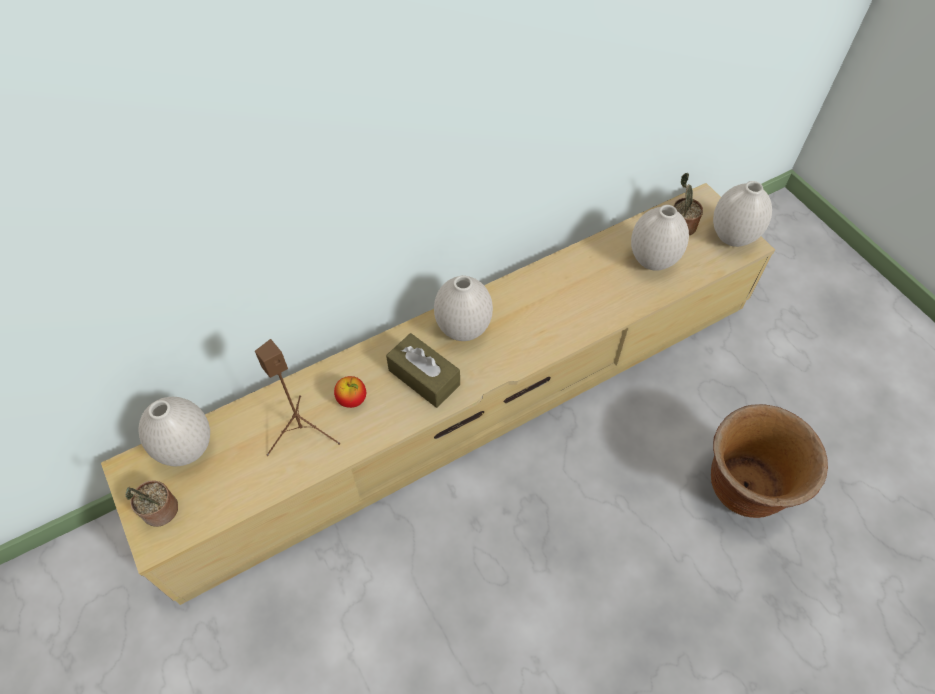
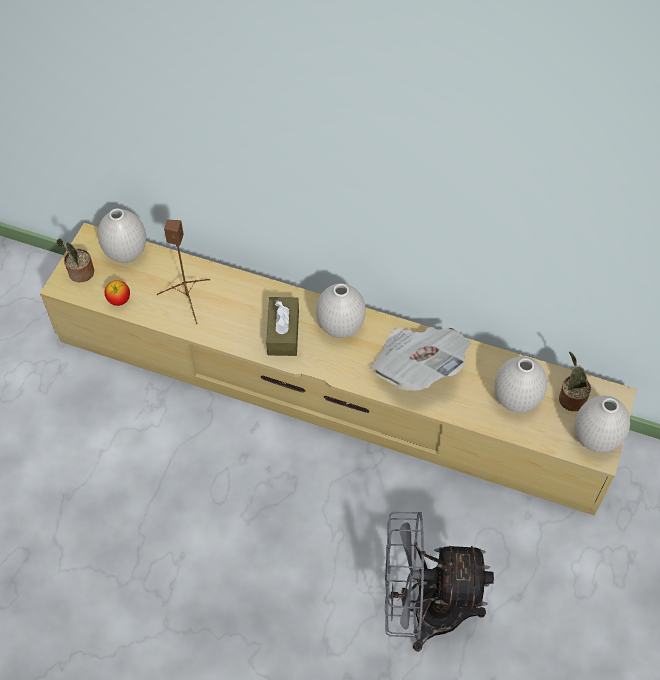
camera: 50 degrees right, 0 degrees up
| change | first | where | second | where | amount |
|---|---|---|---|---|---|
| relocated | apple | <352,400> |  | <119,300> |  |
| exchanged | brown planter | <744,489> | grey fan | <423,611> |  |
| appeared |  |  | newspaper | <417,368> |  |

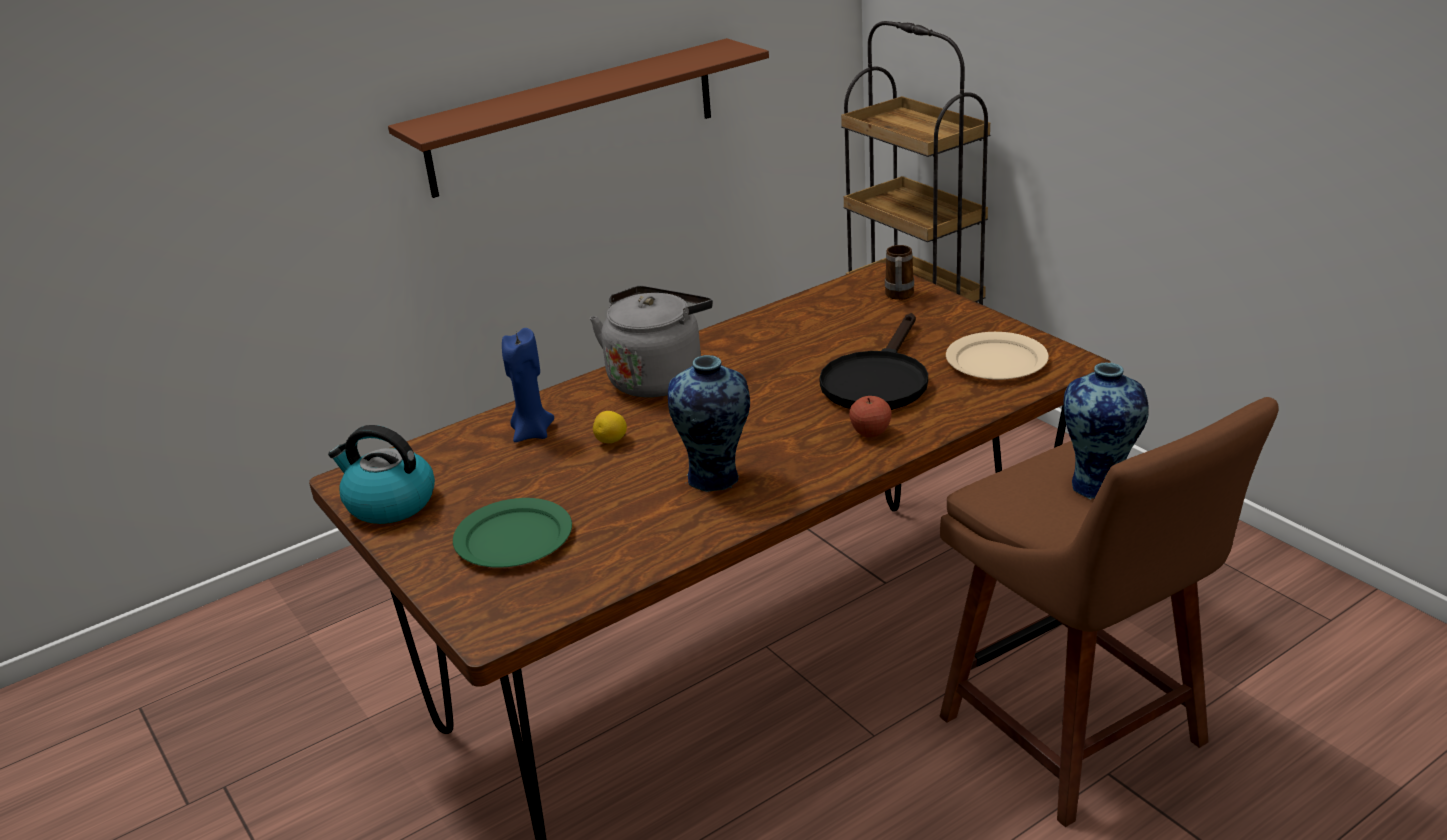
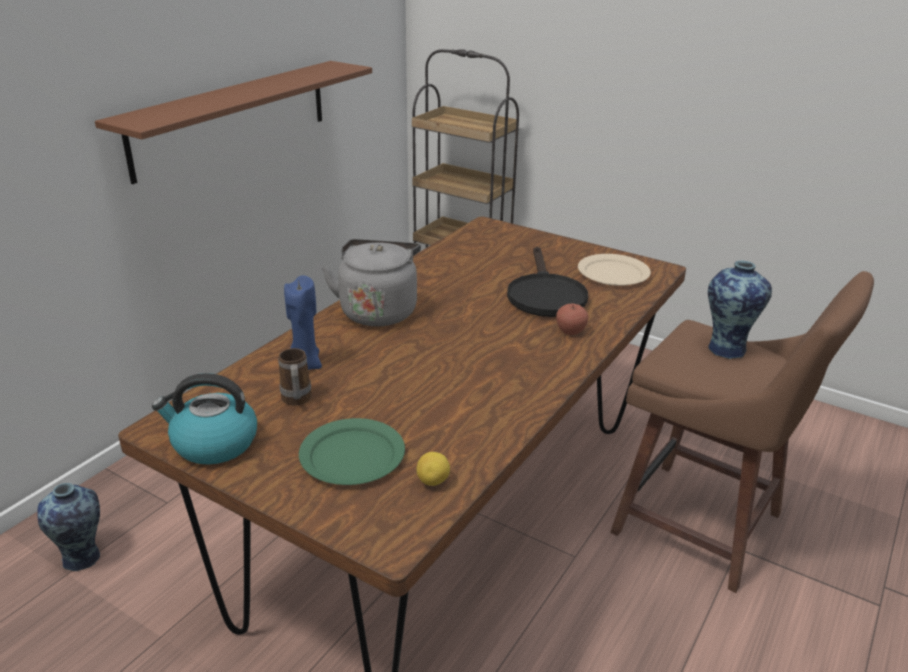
camera: 25 degrees left, 0 degrees up
| change | first | where | second | where | amount |
|---|---|---|---|---|---|
| relocated | mug | <899,296> |  | <296,401> |  |
| relocated | vase | <715,478> |  | <83,558> |  |
| relocated | lemon | <611,441> |  | <433,481> |  |

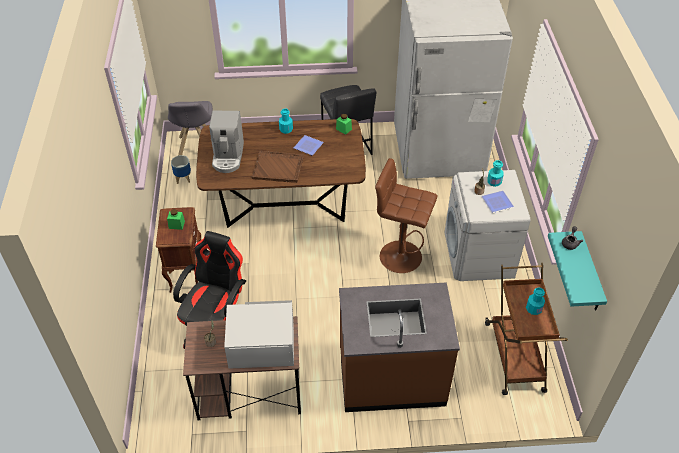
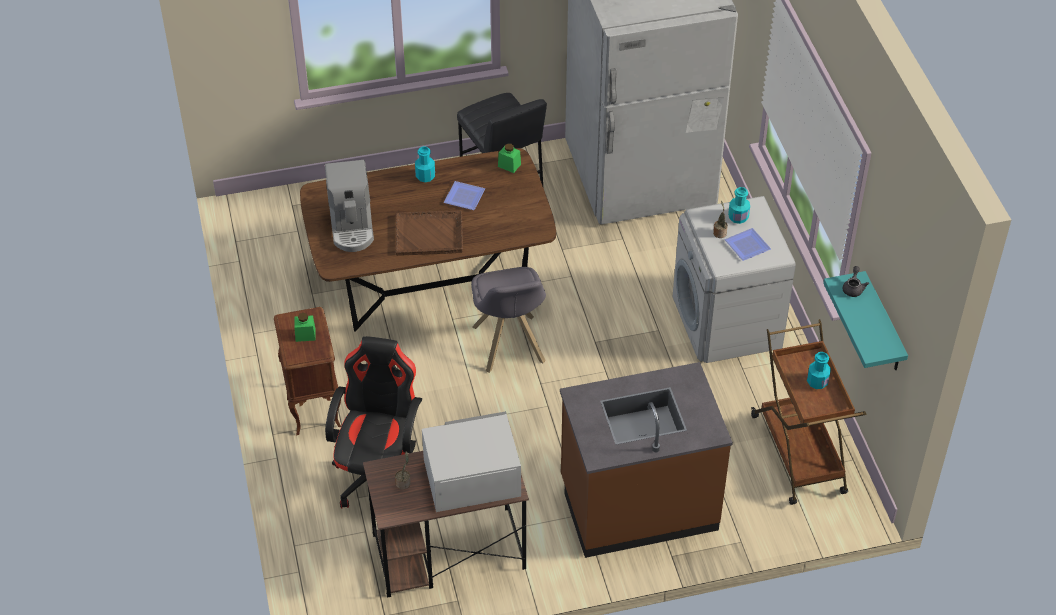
camera: 10 degrees left, 0 degrees up
| change | first | where | second | where | amount |
|---|---|---|---|---|---|
| relocated | grey chair | <196,149> |  | <509,344> |  |
| missing | planter | <183,179> |  |  |  |
| missing | brown stool | <400,256> |  |  |  |

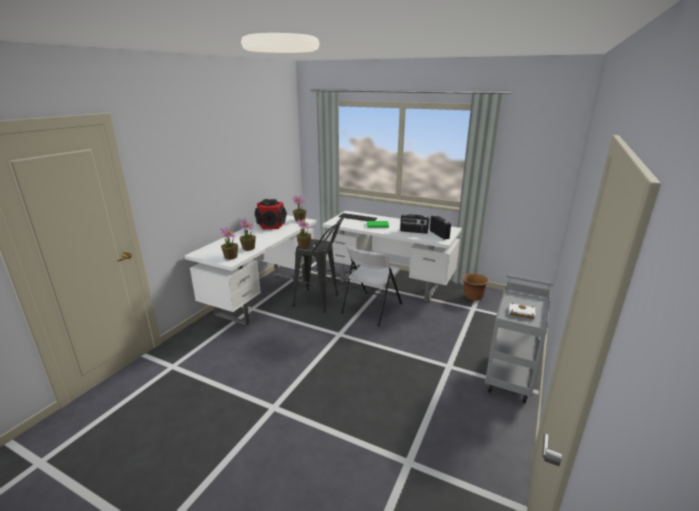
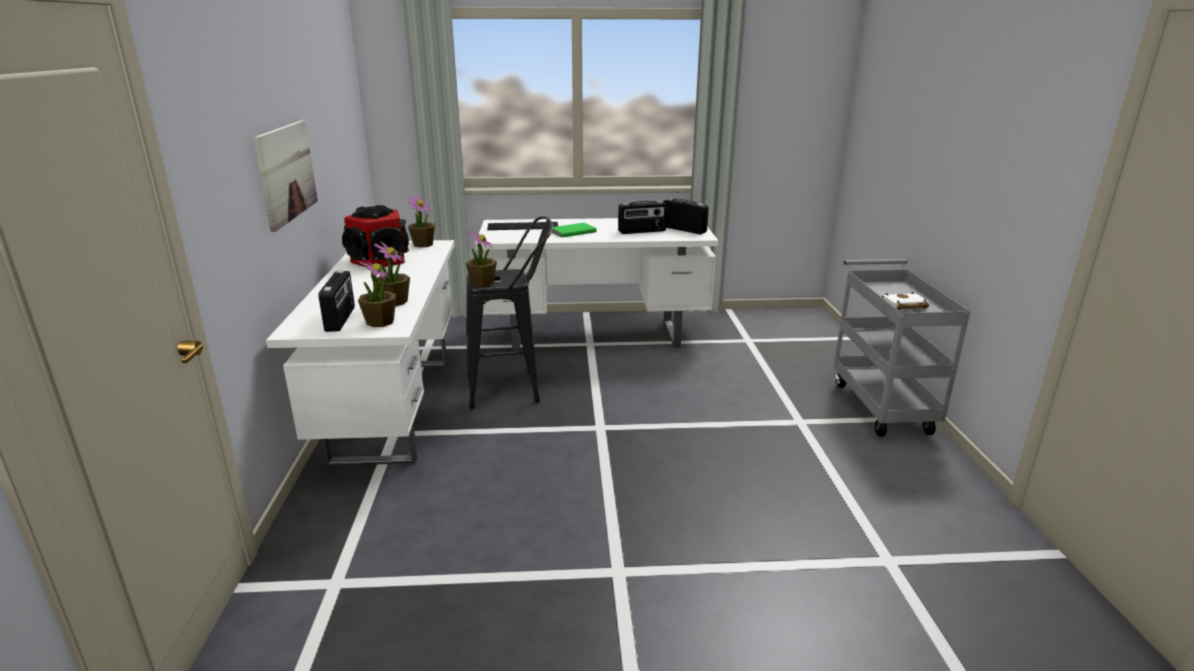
camera: 30 degrees left, 0 degrees up
| change | first | where | second | where | amount |
|---|---|---|---|---|---|
| missing | white chair | <371,308> |  |  |  |
| missing | brown planter | <473,297> |  |  |  |
| appeared |  |  | picture | <286,172> |  |
| appeared |  |  | radio | <341,319> |  |

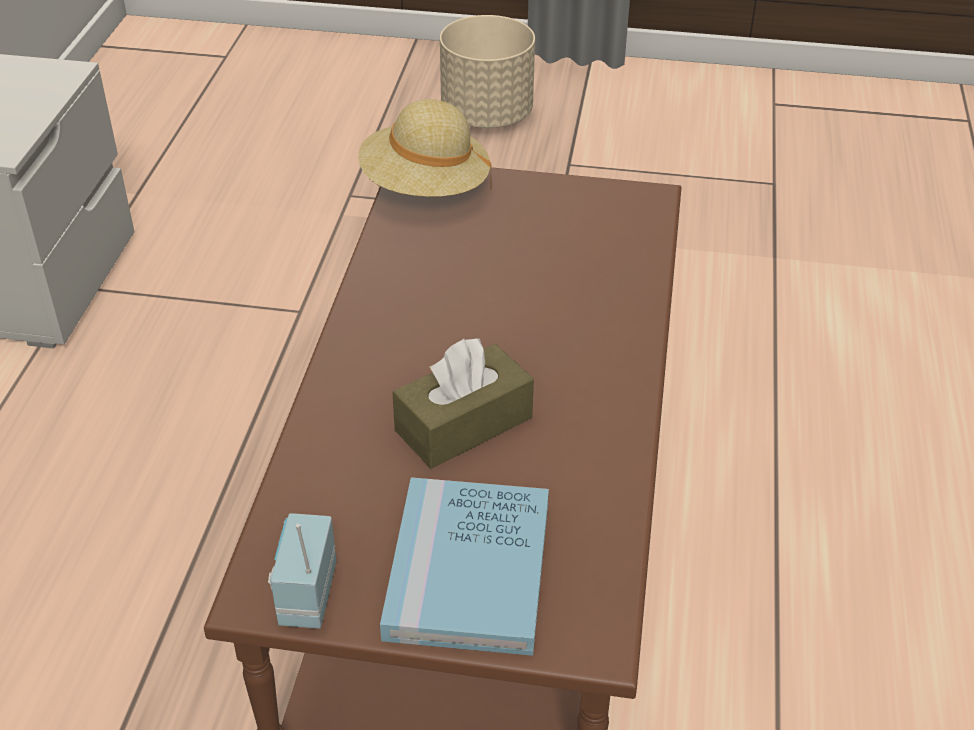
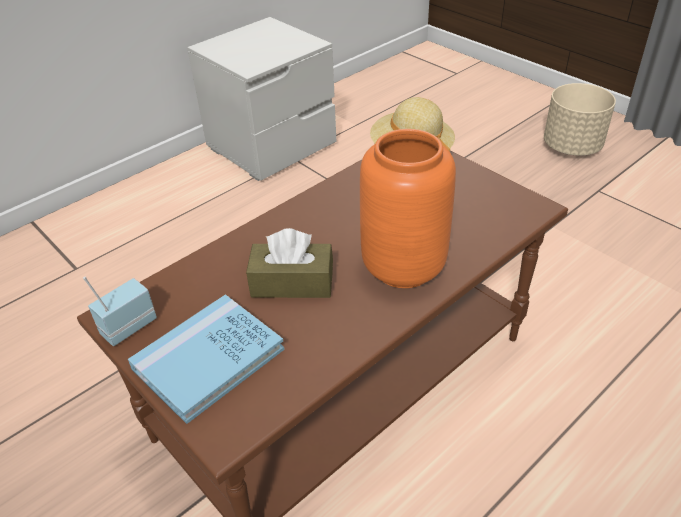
camera: 40 degrees right, 0 degrees up
| change | first | where | second | where | amount |
|---|---|---|---|---|---|
| appeared |  |  | orange vase | <403,266> |  |

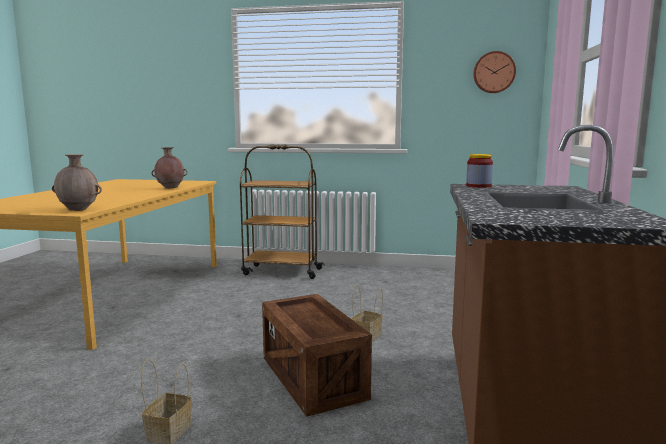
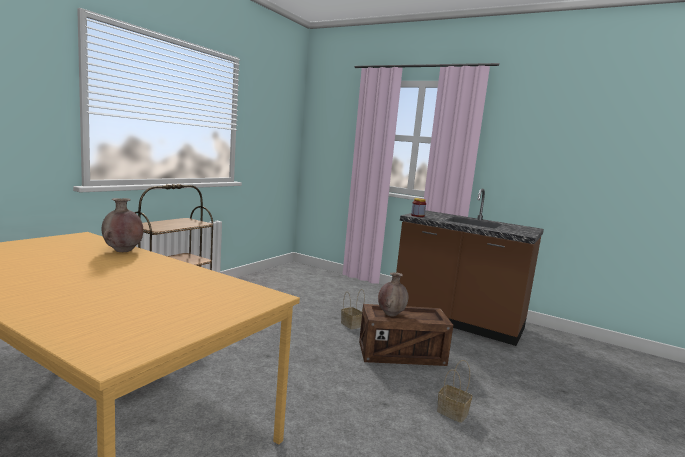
camera: 70 degrees left, 0 degrees up
| change | first | where | second | where | amount |
|---|---|---|---|---|---|
| missing | wall clock | <494,72> |  |  |  |
| relocated | brown vase | <79,210> |  | <391,314> |  |

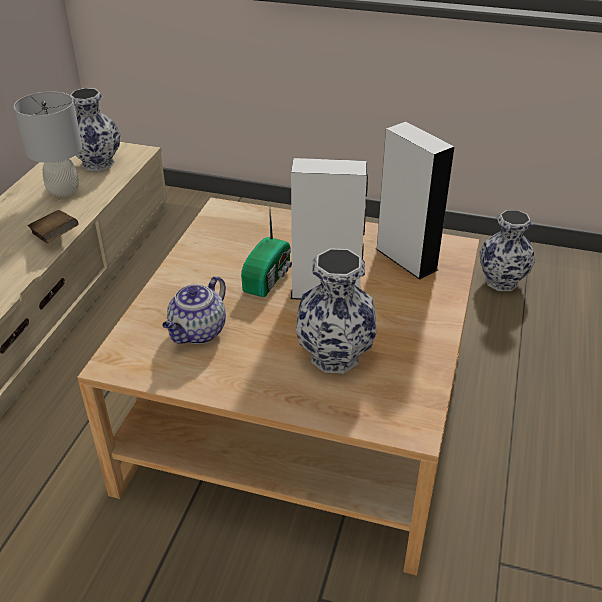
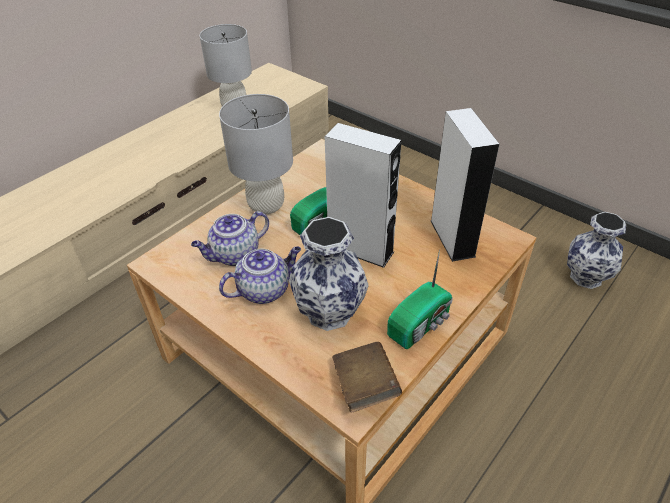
camera: 25 degrees right, 5 degrees up
| change | first | where | second | where | amount |
|---|---|---|---|---|---|
| missing | vase | <97,164> |  |  |  |
| relocated | brown book | <55,237> |  | <364,386> |  |
| appeared |  |  | grey table lamp | <268,207> |  |
| appeared |  |  | teapot | <265,290> |  |
| appeared |  |  | radio | <421,324> |  |

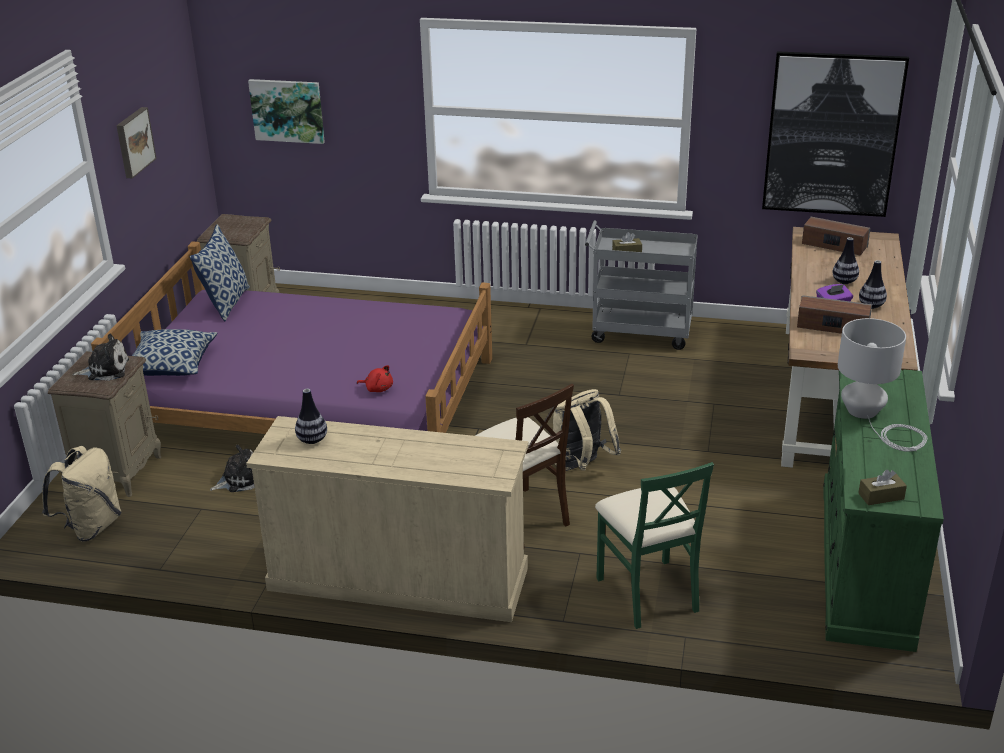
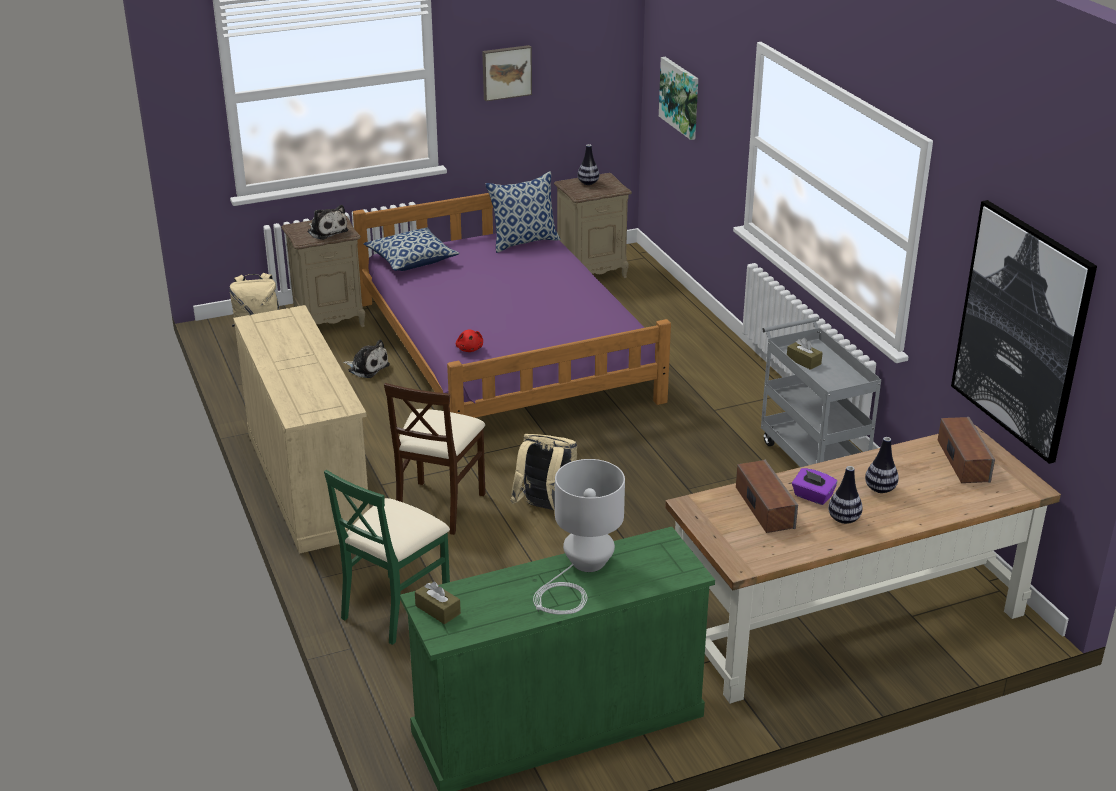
camera: 55 degrees right, 0 degrees up
| change | first | where | second | where | amount |
|---|---|---|---|---|---|
| relocated | vase | <312,440> |  | <588,183> |  |

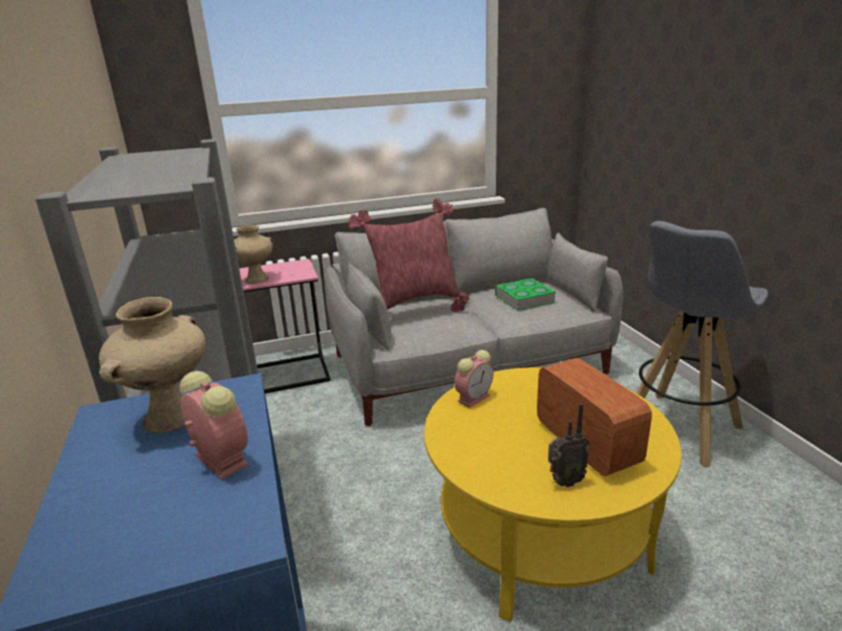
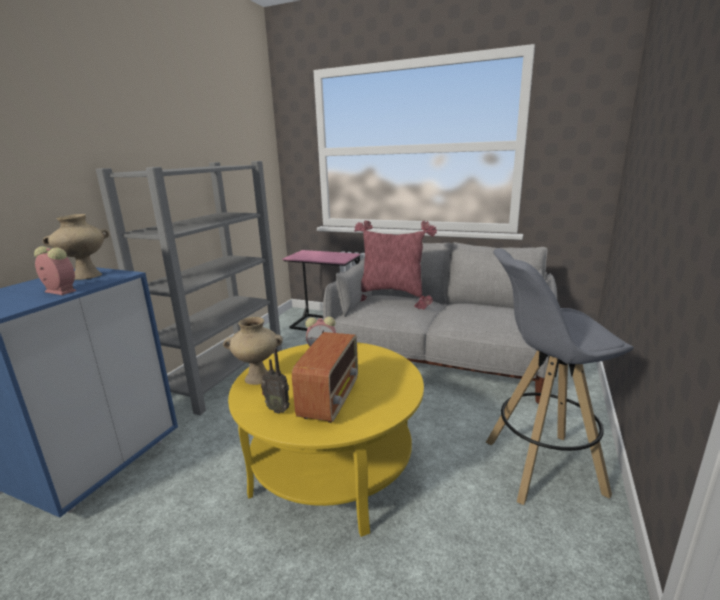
camera: 40 degrees right, 5 degrees down
| change | first | where | second | where | amount |
|---|---|---|---|---|---|
| relocated | beige vase | <257,279> |  | <259,377> |  |
| missing | book | <524,299> |  |  |  |
| spun | alarm clock | <219,459> |  | <59,291> | 60 degrees counterclockwise |

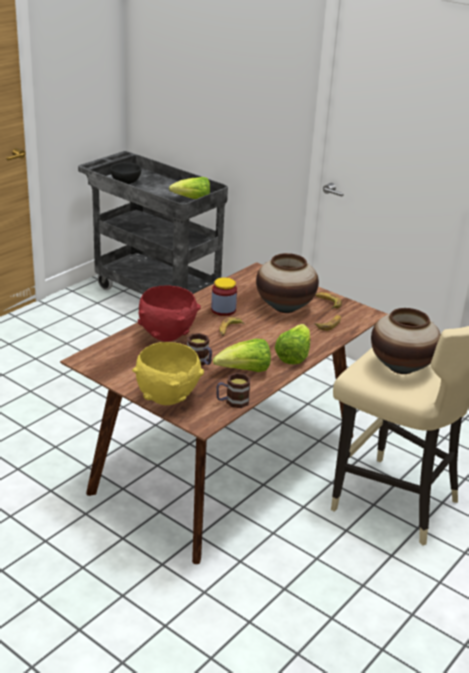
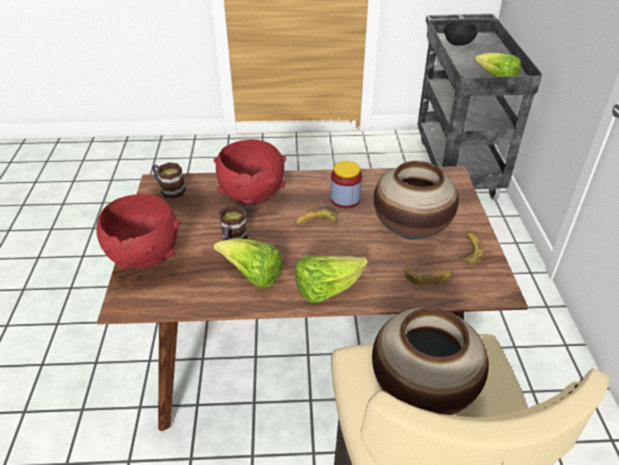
camera: 50 degrees right, 10 degrees up
| change | first | where | second | where | amount |
|---|---|---|---|---|---|
| colour | yellow bowl | <167,398> | red bowl | <145,259> |  |
| relocated | mug | <232,402> |  | <169,189> |  |

